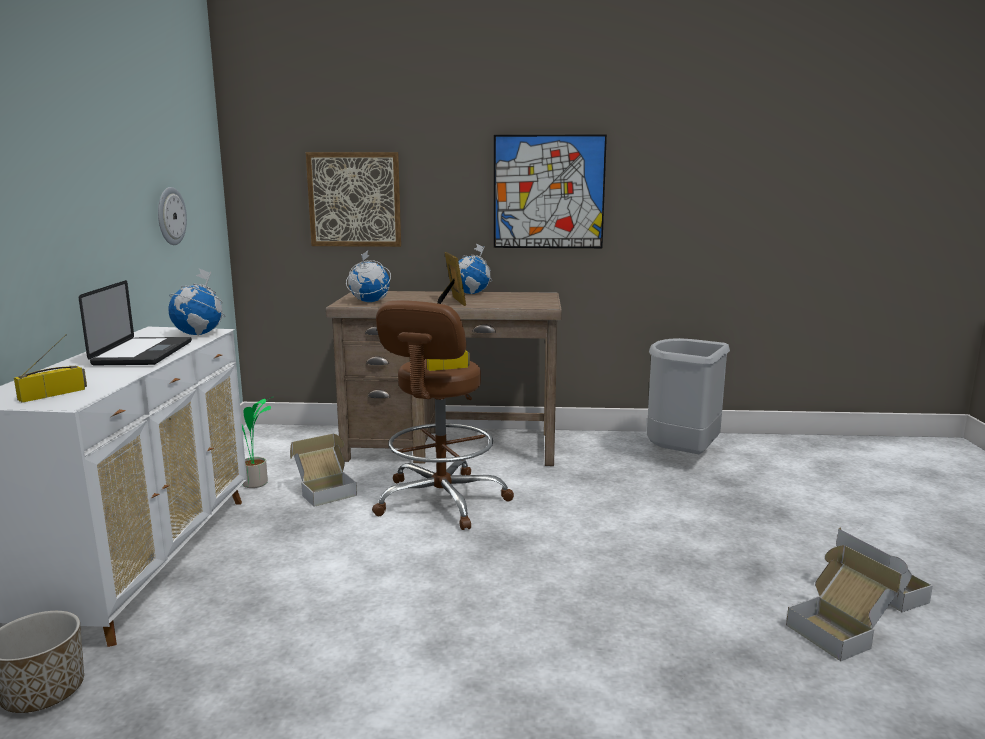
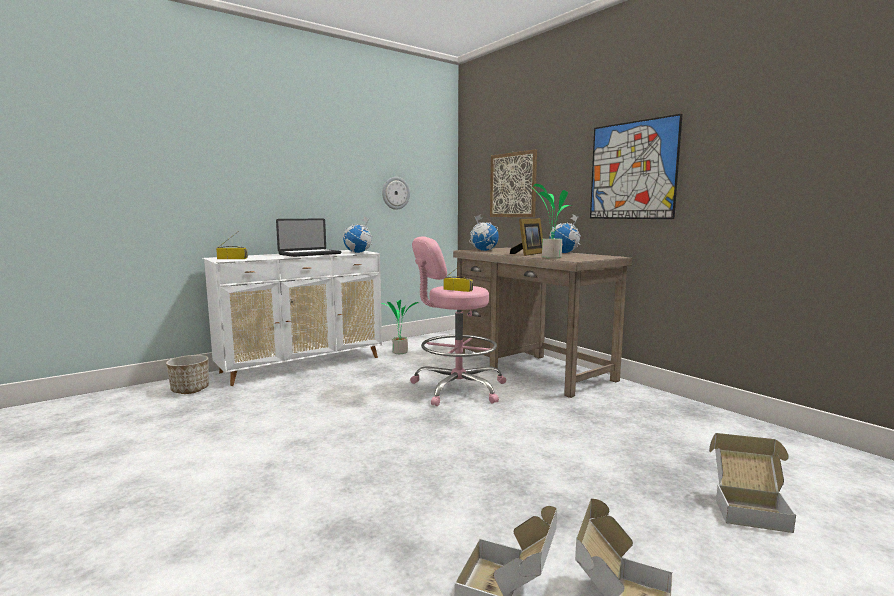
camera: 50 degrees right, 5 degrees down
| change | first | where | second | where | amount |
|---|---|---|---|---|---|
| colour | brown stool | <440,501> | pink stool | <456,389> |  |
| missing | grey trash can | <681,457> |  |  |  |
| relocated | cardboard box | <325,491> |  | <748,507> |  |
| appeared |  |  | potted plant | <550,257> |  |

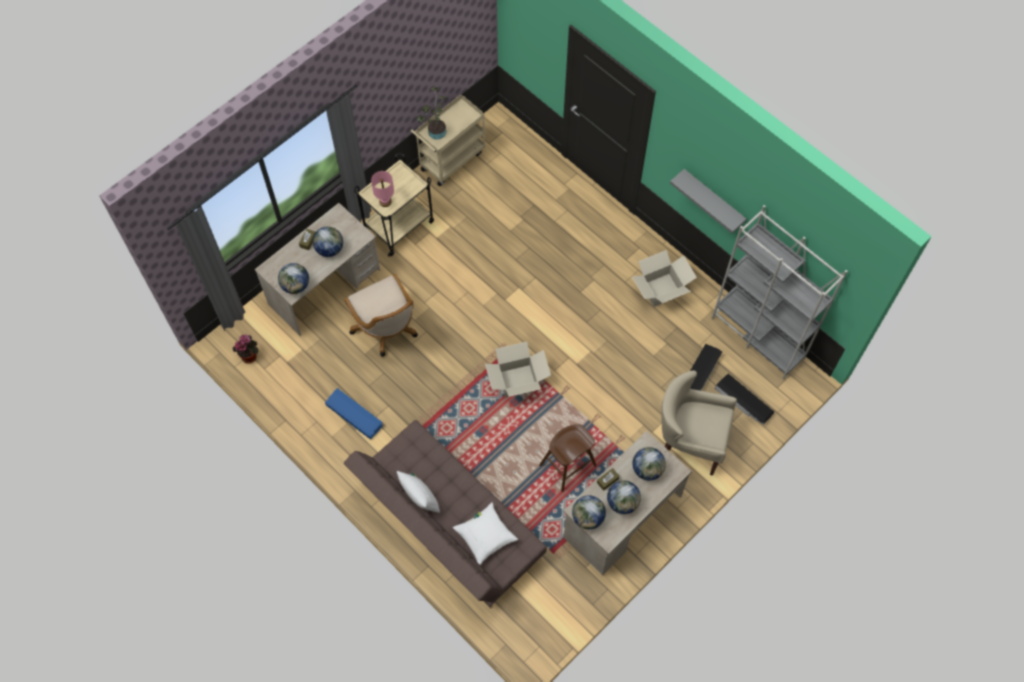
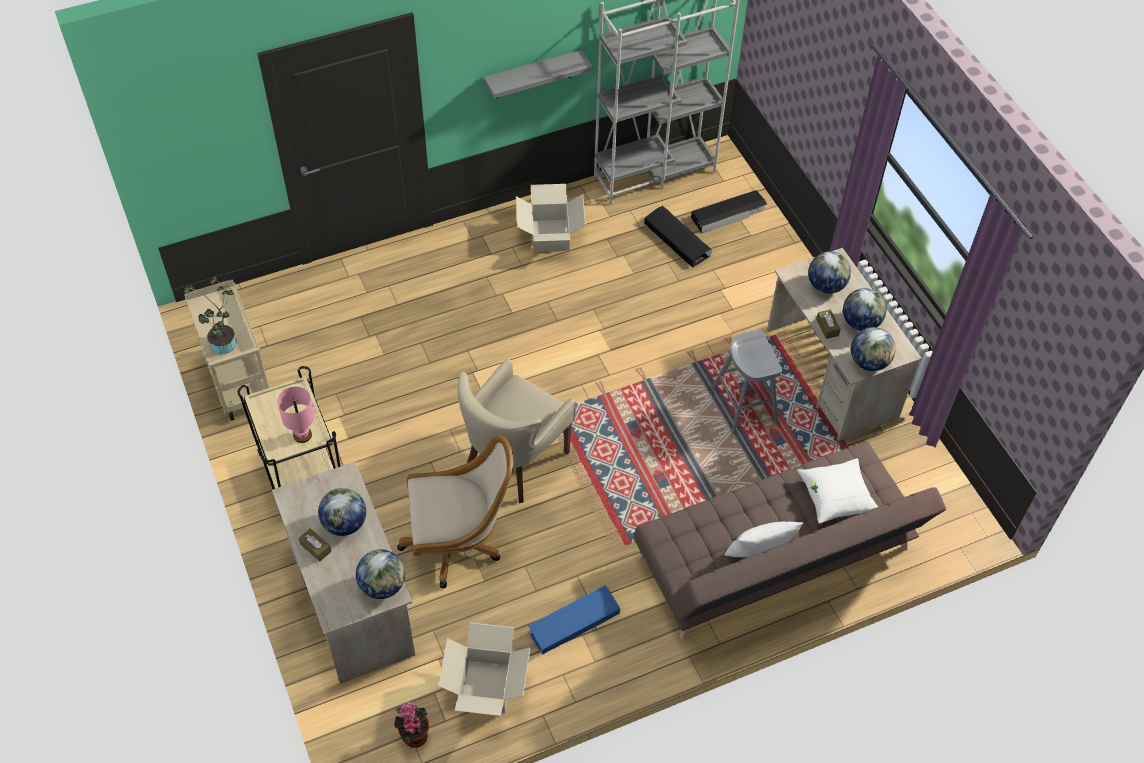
camera: 70 degrees left, 10 degrees down
| change | first | where | second | where | amount |
|---|---|---|---|---|---|
| relocated | cardboard box | <517,380> |  | <485,686> |  |
| relocated | beige armchair | <688,443> |  | <514,460> |  |
| colour | brown stool | <567,465> | grey stool | <744,405> |  |

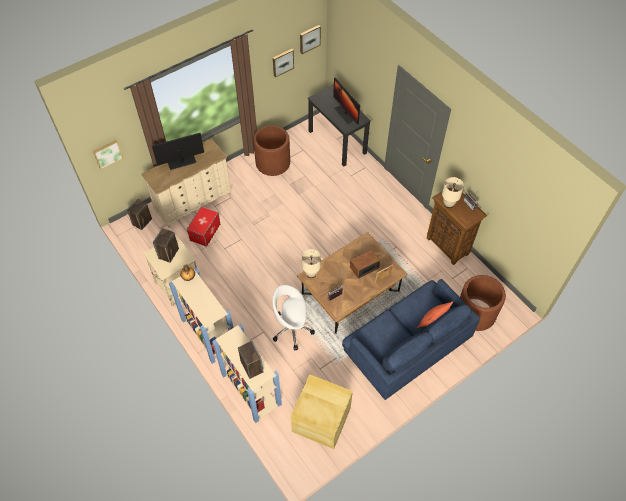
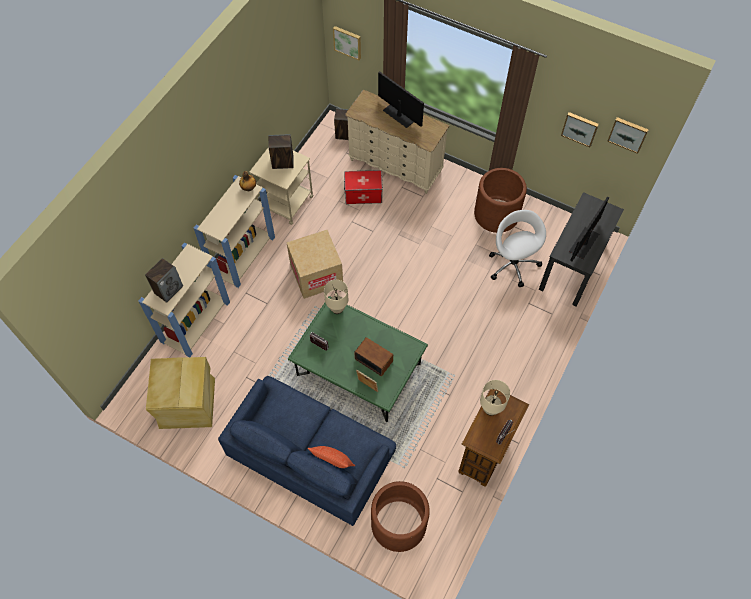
camera: 65 degrees right, 5 degrees up
| change | first | where | second | where | amount |
|---|---|---|---|---|---|
| colour | brown coffee table | <350,292> | green coffee table | <358,369> |  |
| relocated | white office chair | <291,329> |  | <512,265> |  |
| appeared |  |  | cardboard box | <316,275> |  |

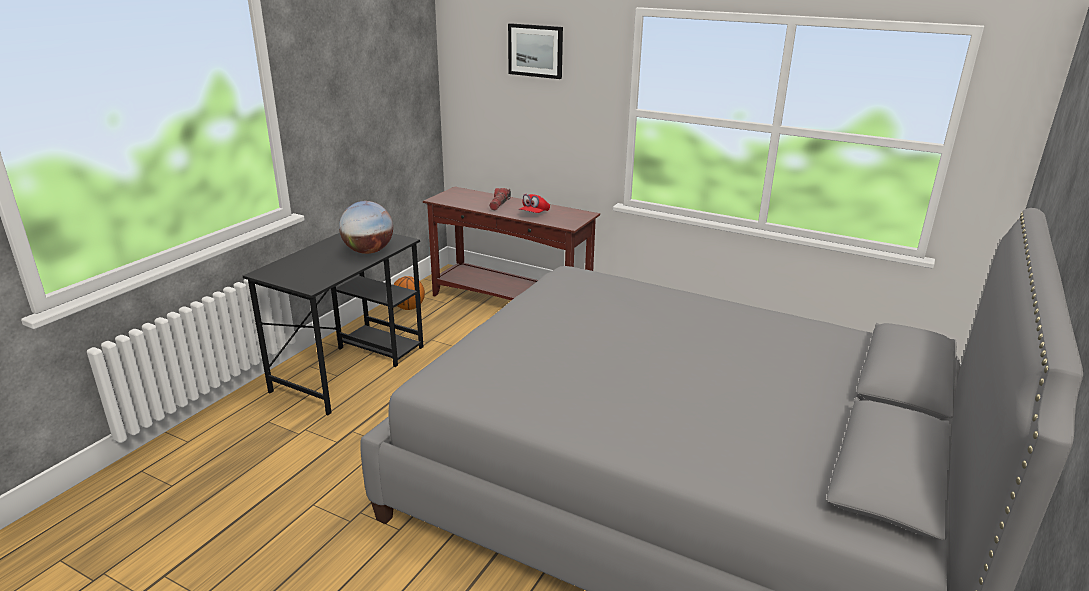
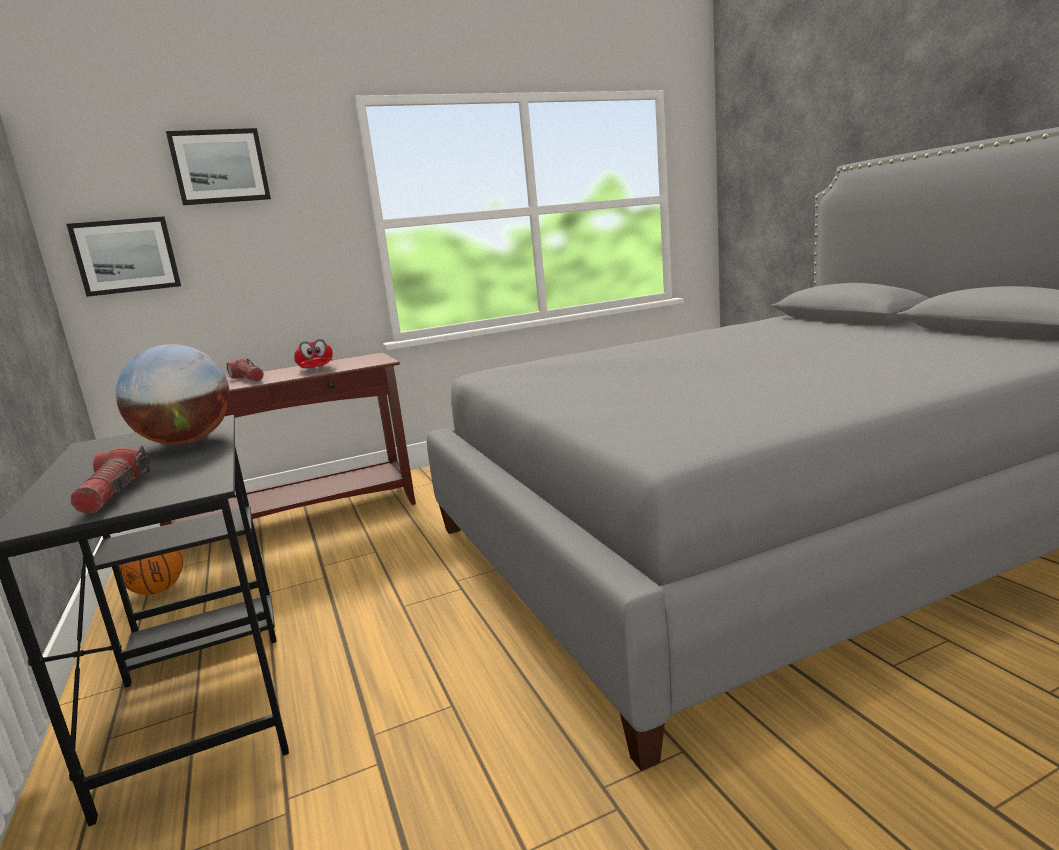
camera: 50 degrees left, 10 degrees down
| change | first | where | second | where | amount |
|---|---|---|---|---|---|
| appeared |  |  | picture | <126,256> |  |
| appeared |  |  | flashlight | <114,494> |  |

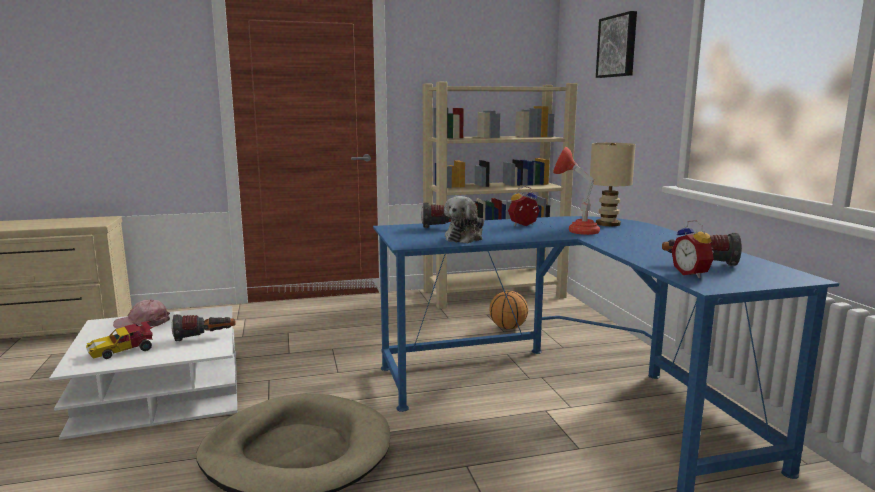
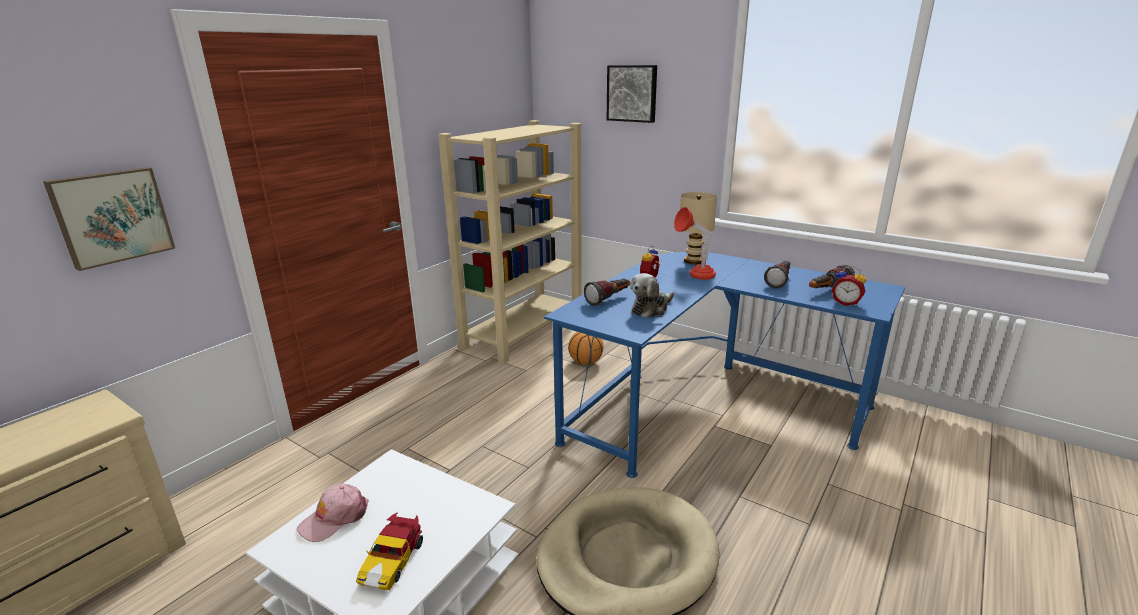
camera: 40 degrees left, 10 degrees up
| change | first | where | second | where | amount |
|---|---|---|---|---|---|
| spun | plush toy | <465,237> |  | <651,309> | 60 degrees clockwise |
| relocated | flashlight | <205,338> |  | <779,281> |  |
| appeared |  |  | picture | <112,216> |  |

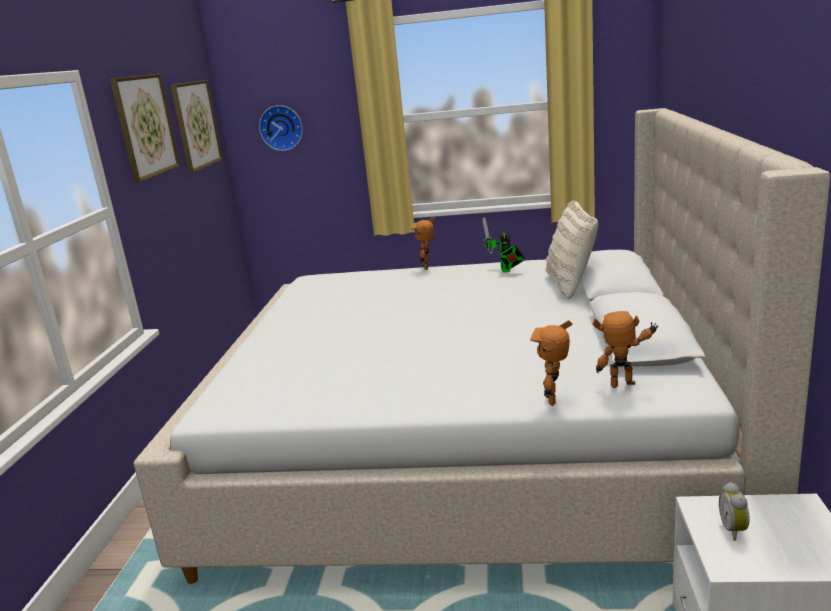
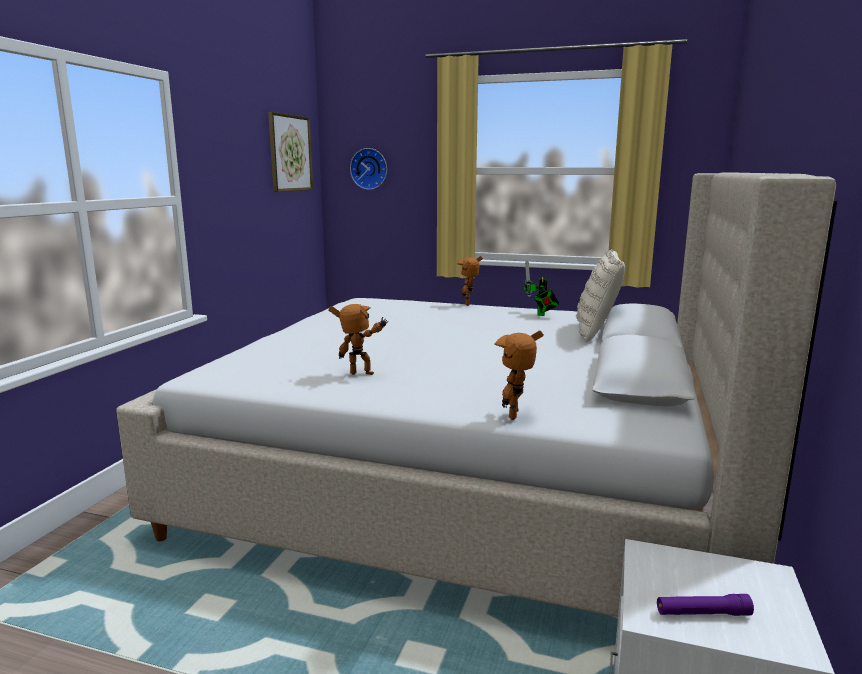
camera: 10 degrees right, 5 degrees down
| change | first | where | second | where | amount |
|---|---|---|---|---|---|
| missing | picture | <145,126> |  |  |  |
| relocated | toy robot | <625,387> |  | <361,375> |  |
| missing | alarm clock | <734,530> |  |  |  |
| appeared |  |  | purple flashlight | <702,613> |  |

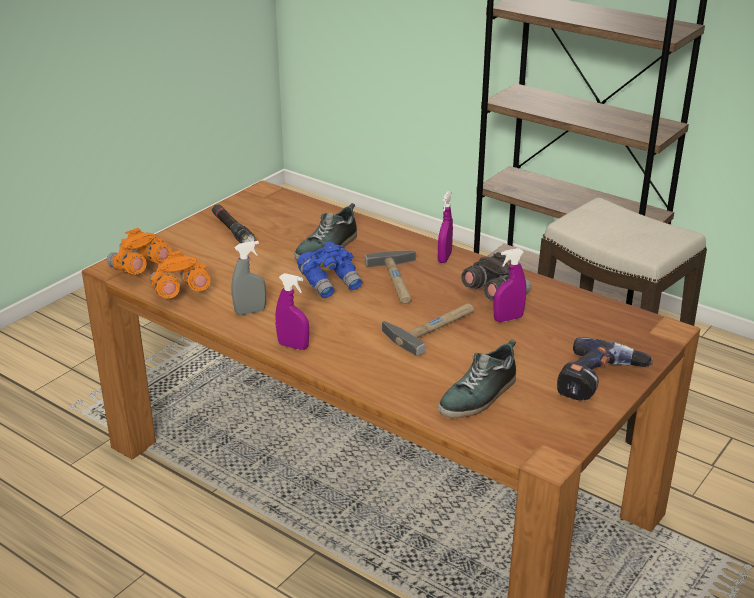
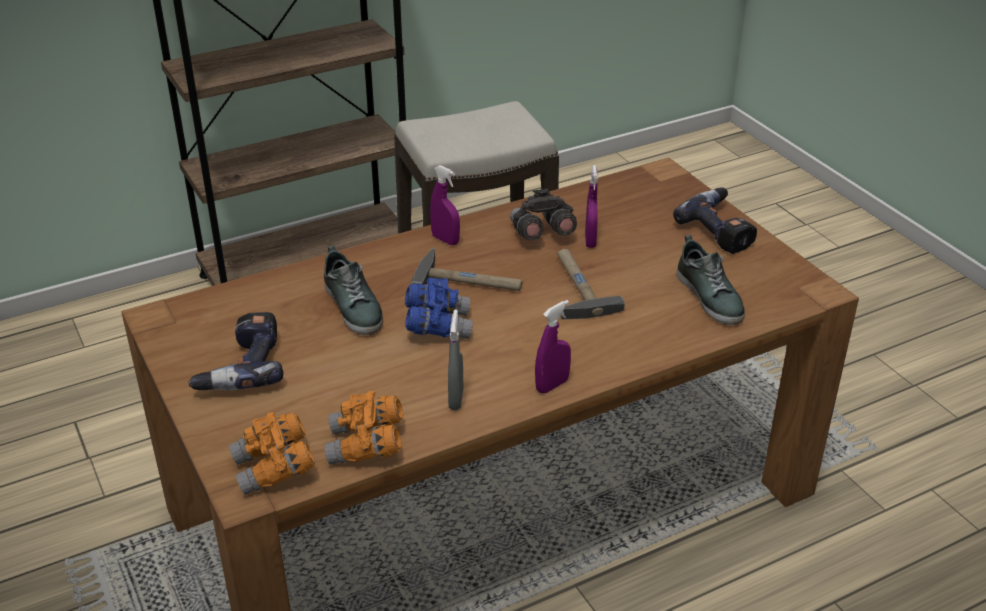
camera: 65 degrees left, 5 degrees up
| change | first | where | second | where | amount |
|---|---|---|---|---|---|
| exchanged | black flashlight | <232,231> | power drill | <241,367> |  |

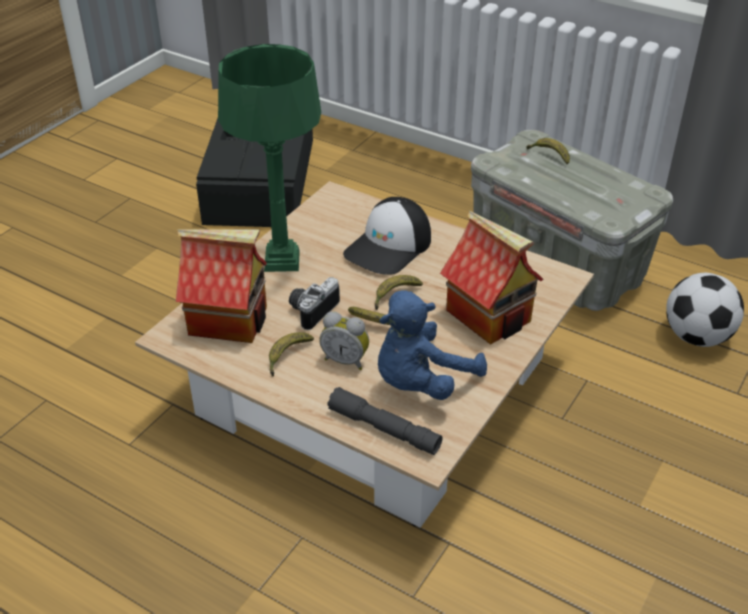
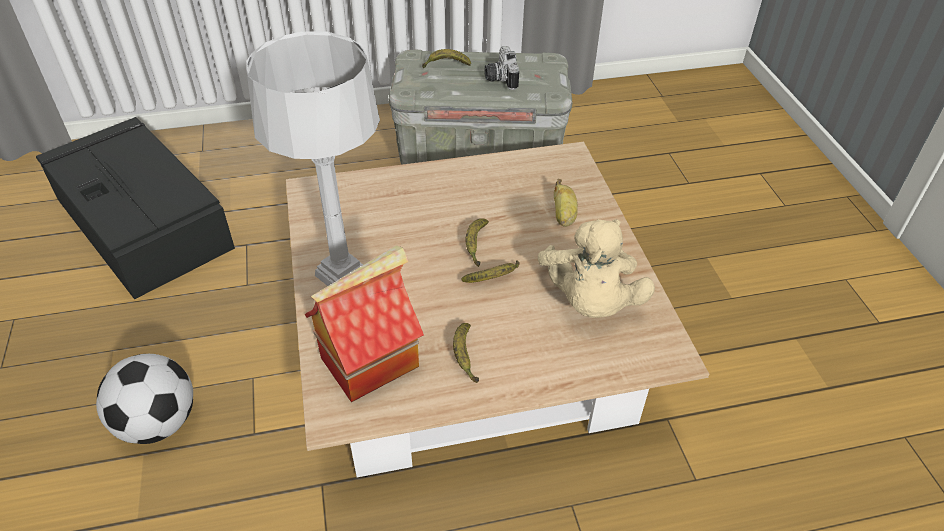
camera: 45 degrees left, 5 degrees up
| change | first | where | second | where | amount |
|---|---|---|---|---|---|
| colour | green table lamp | <281,260> | grey table lamp | <341,275> |  |
| missing | cap | <389,247> |  |  |  |
| exchanged | toy house | <490,316> | banana | <563,216> |  |
| relocated | football | <697,337> |  | <159,423> |  |
| relocated | photo camera | <311,310> |  | <499,78> |  |
| colour | blue plush toy | <421,382> | beige plush toy | <589,301> |  |
| missing | alarm clock | <346,360> |  |  |  |
| missing | grey flashlight | <384,429> |  |  |  |

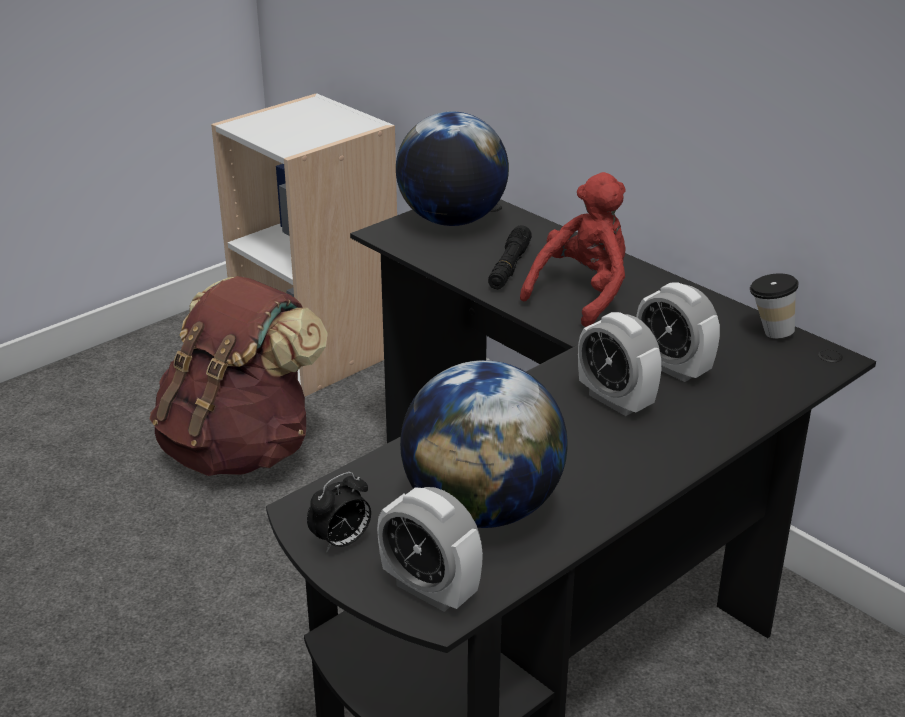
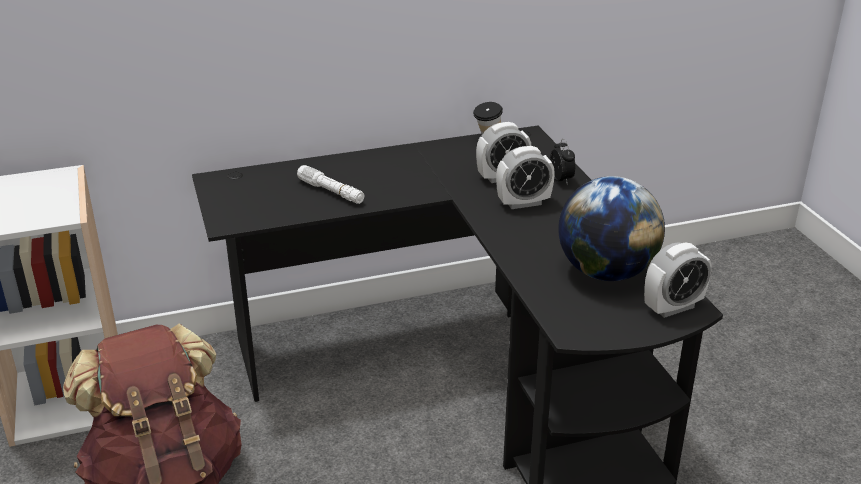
camera: 65 degrees left, 0 degrees up
| change | first | where | second | where | amount |
|---|---|---|---|---|---|
| missing | globe | <452,220> |  |  |  |
| missing | red plush toy | <582,294> |  |  |  |
| colour | black flashlight | <509,267> | white flashlight | <331,192> |  |
| relocated | alarm clock | <341,542> |  | <561,180> |  |

